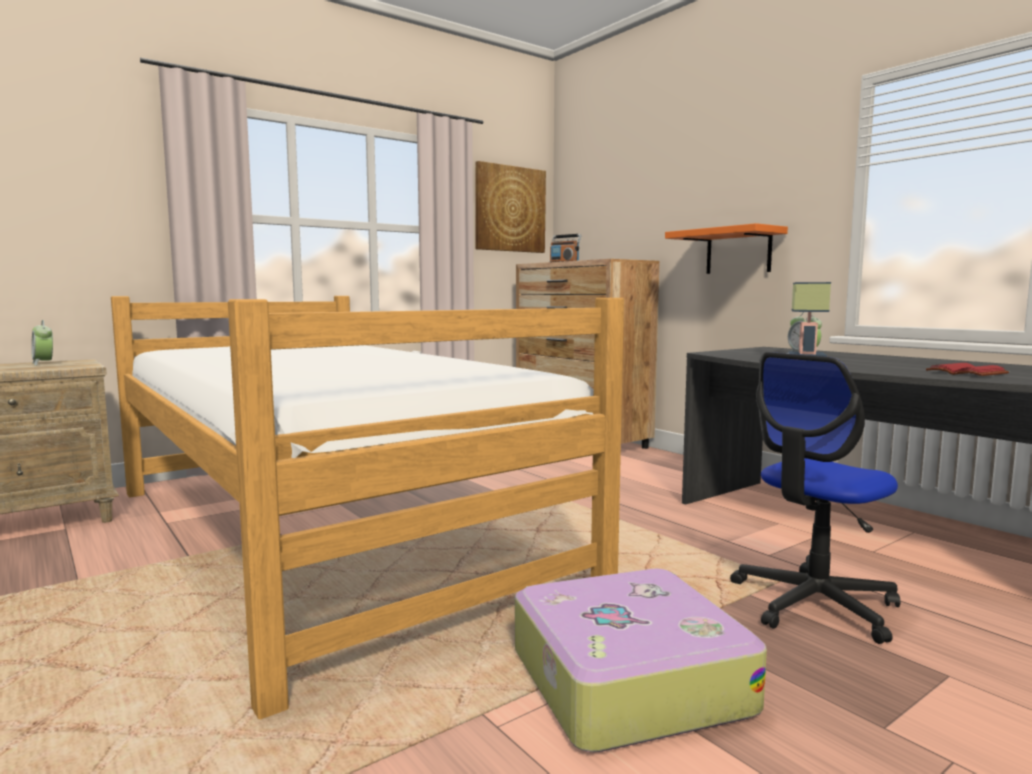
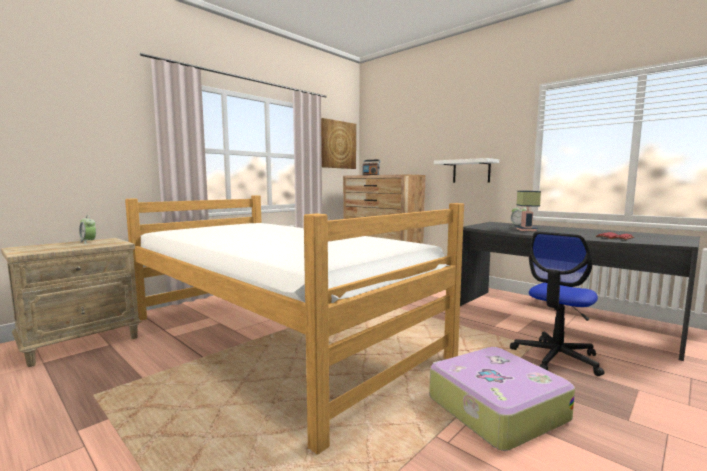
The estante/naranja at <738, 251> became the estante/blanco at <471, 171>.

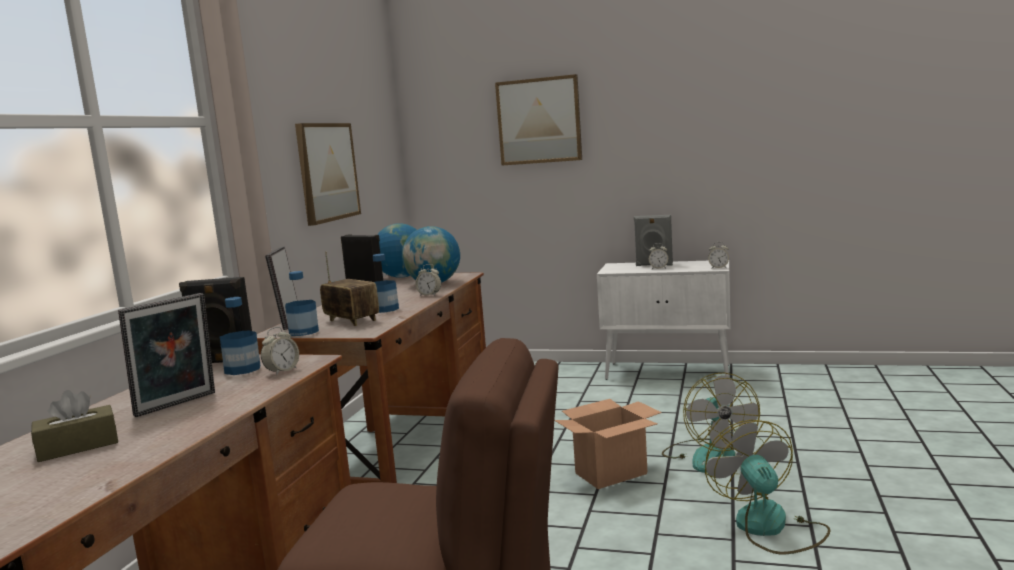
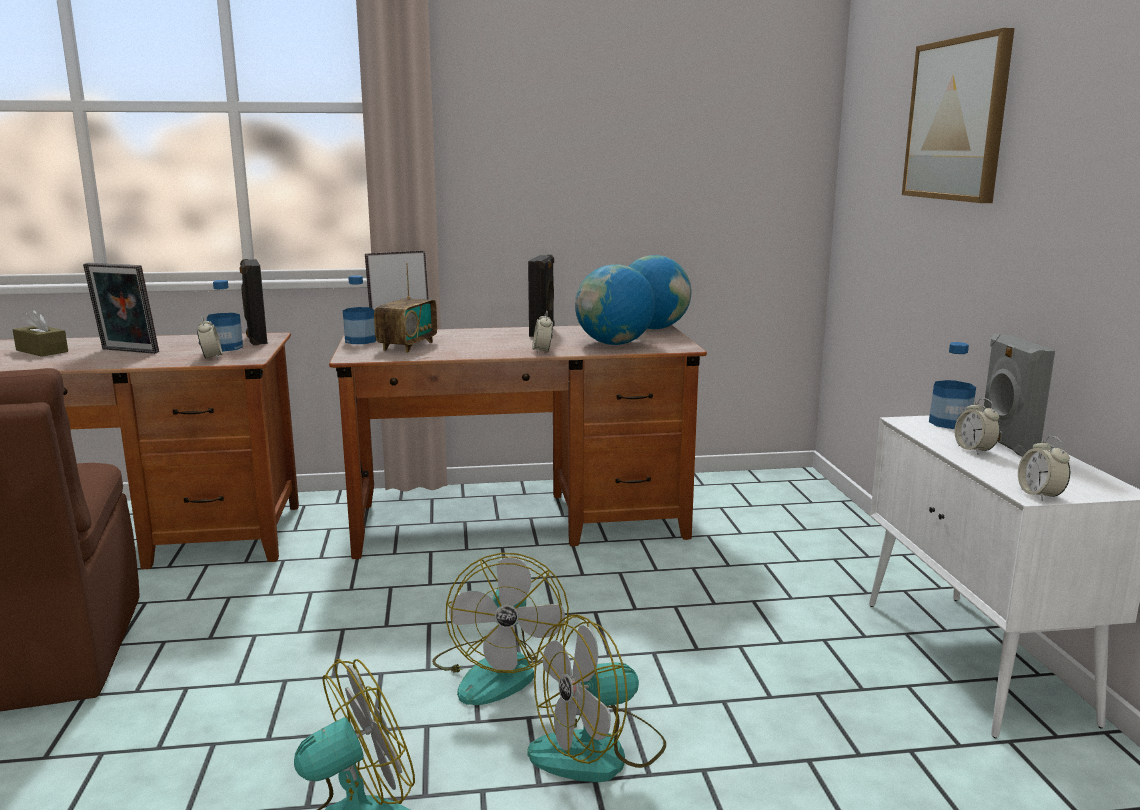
The despertador at <282, 371> turned 120 degrees counterclockwise. The caja de cartón at <611, 473> was replaced by the ventilador at <497, 671>. The botella moved from <385, 309> to <949, 423>. The cuadro at <327, 172> disappeared.

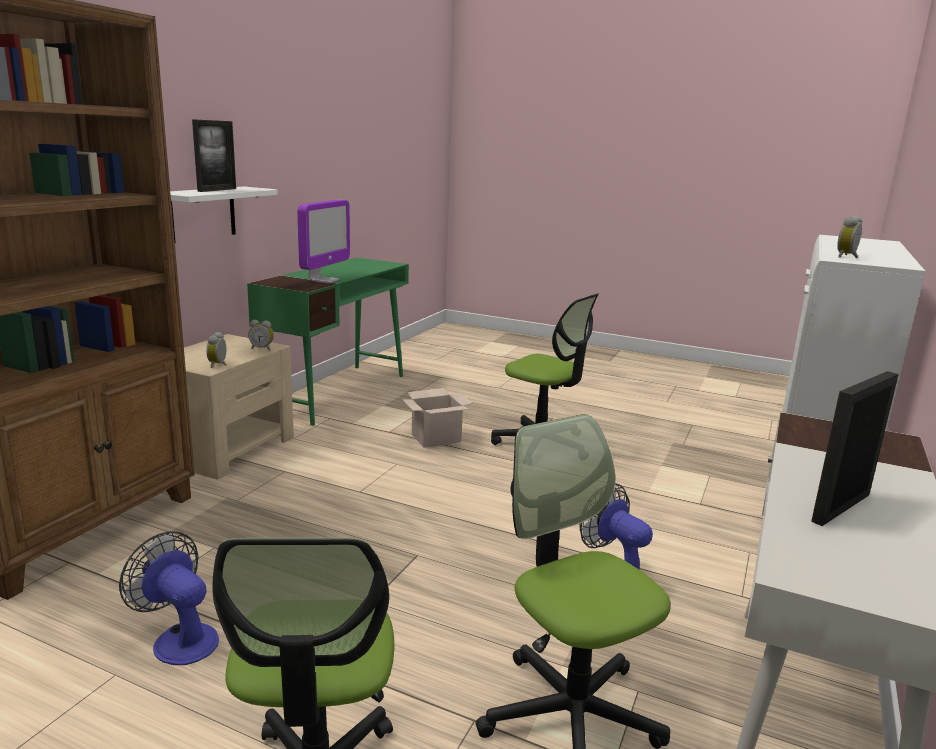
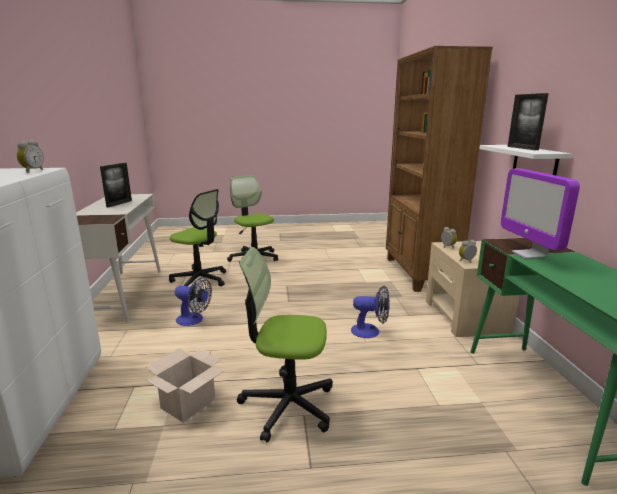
The caja de cartón moved from <437, 437> to <188, 405>. The ventilador moved from <179, 638> to <370, 331>.

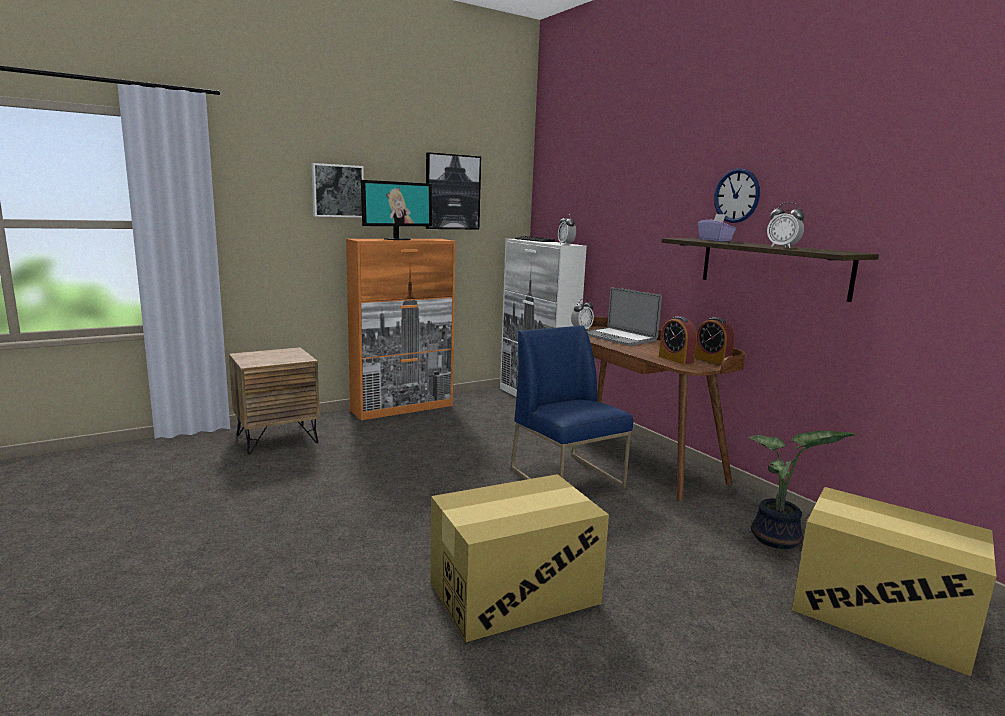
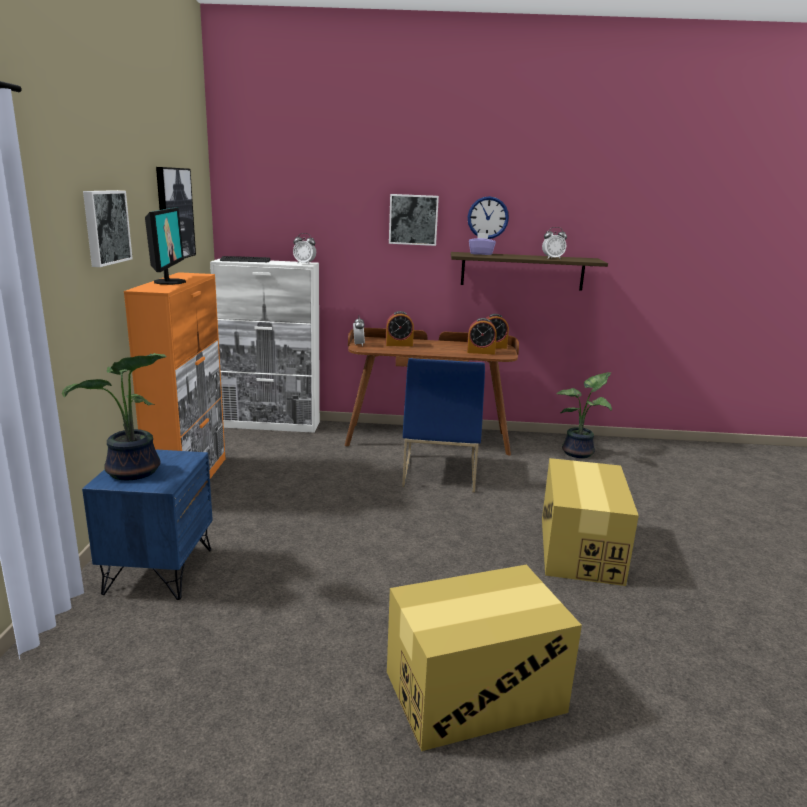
The planta en maceta at <133, 473> appeared. The mesita de noche/marrón at <277, 438> became the mesita de noche/azul at <158, 571>. The portátil at <618, 337> was replaced by the despertador at <399, 344>. The caja de cartón moved from <879, 614> to <473, 691>. The cuadro at <413, 219> appeared. The silla/azul at <568, 478> turned 90 degrees counterclockwise.

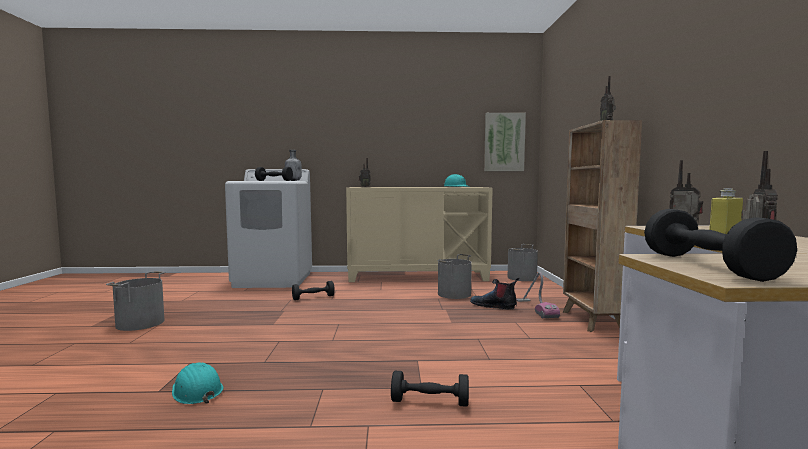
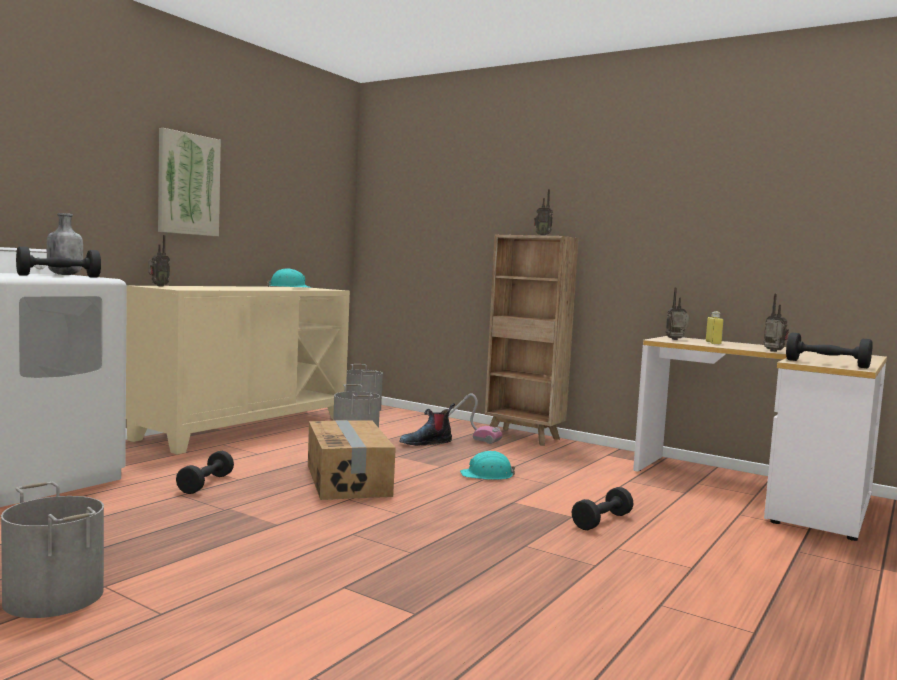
The cuadro moved from <504, 142> to <188, 184>. The caja de cartón at <348, 480> appeared. The casco/turquesa moved from <196, 391> to <487, 475>.

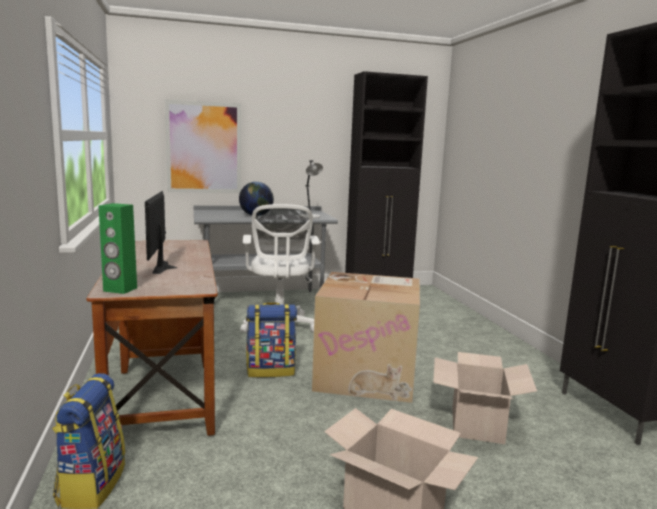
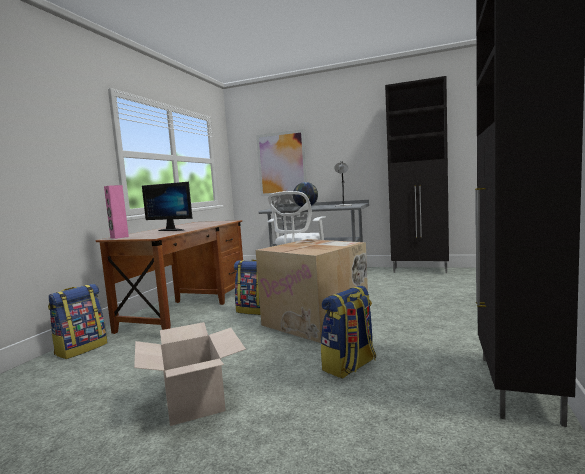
The altavoz/verde at <120, 289> became the altavoz/rosa at <119, 237>. The monitor at <166, 267> turned 90 degrees counterclockwise. The caja de cartón at <477, 424> was replaced by the mochila at <350, 366>.

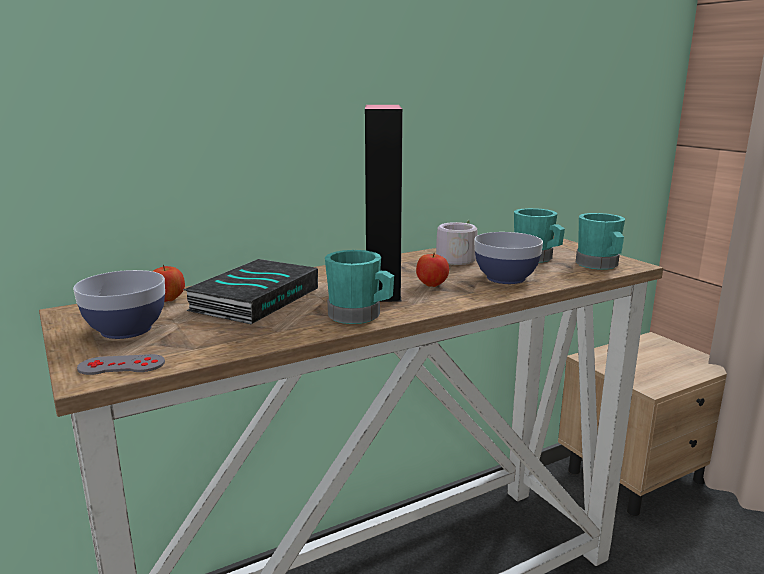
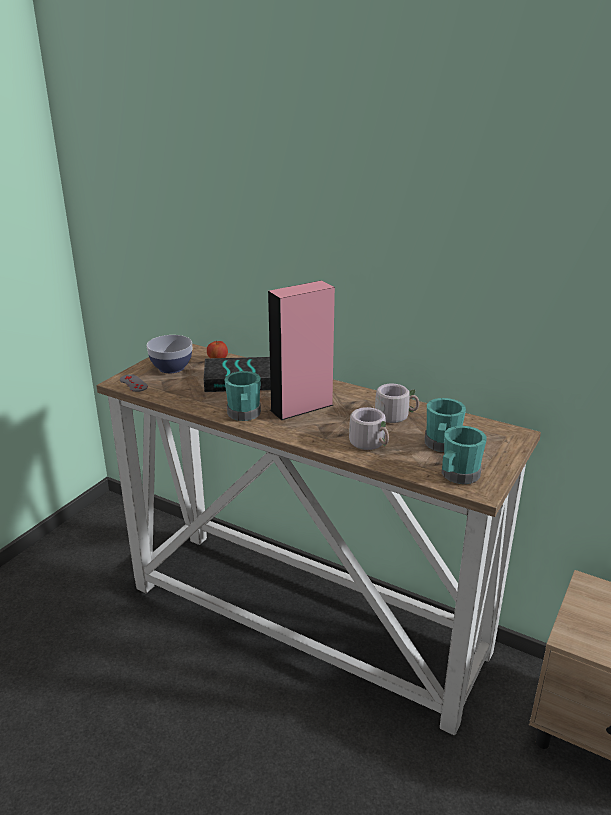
The cuenco at <506, 278> was replaced by the taza grande/gris at <371, 443>. The manzana at <432, 285> disappeared.

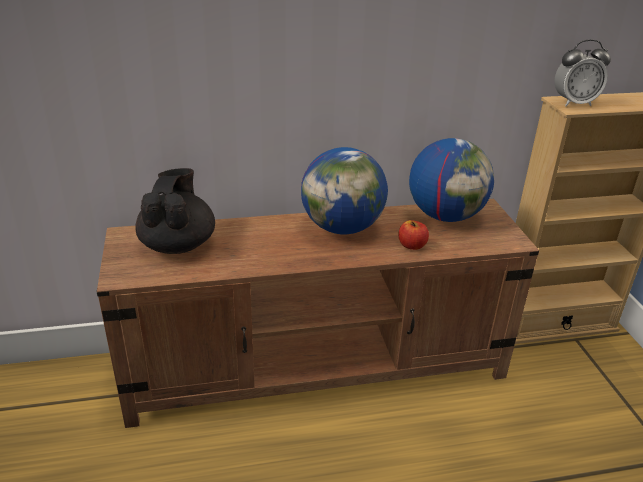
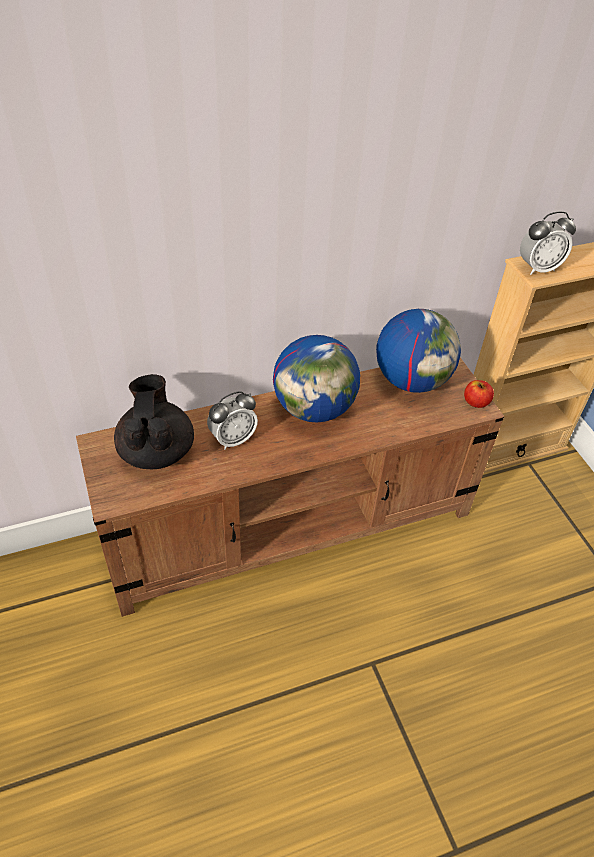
The despertador at <233, 439> appeared. The manzana moved from <412, 245> to <476, 402>.

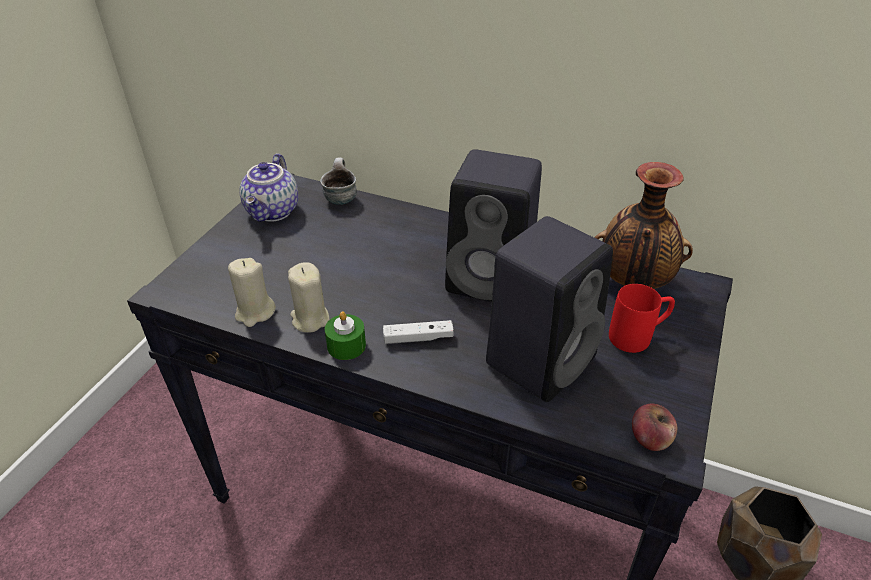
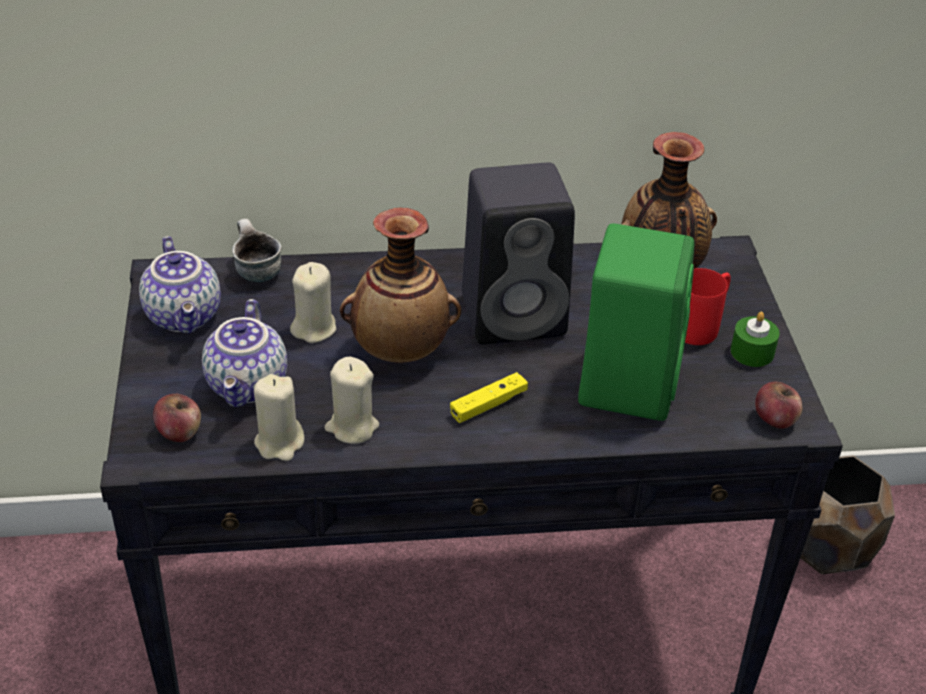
The manzana at <179, 432> appeared. The tetera at <249, 386> appeared. The vela/beis at <314, 328> appeared. The florero at <400, 350> appeared. The mando de consola/blanco at <418, 338> became the mando de consola/amarillo at <488, 405>. The altavoz/negro at <541, 358> became the altavoz/verde at <627, 381>. The vela/verde moved from <346, 345> to <752, 352>.

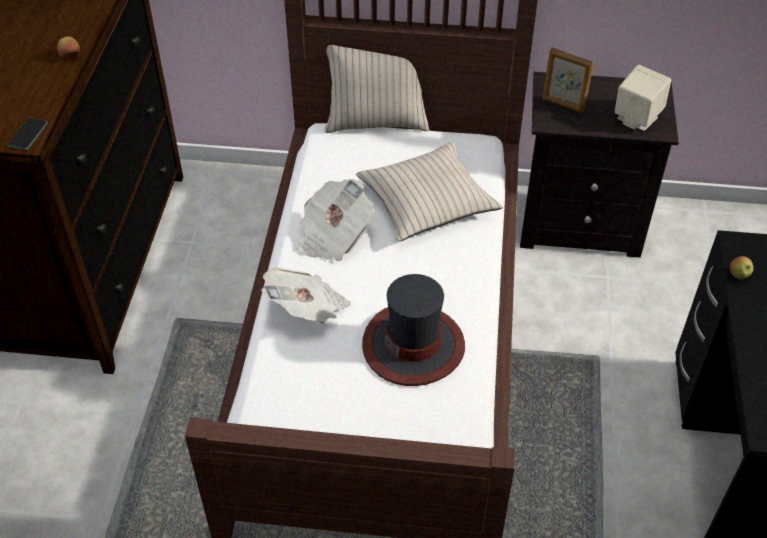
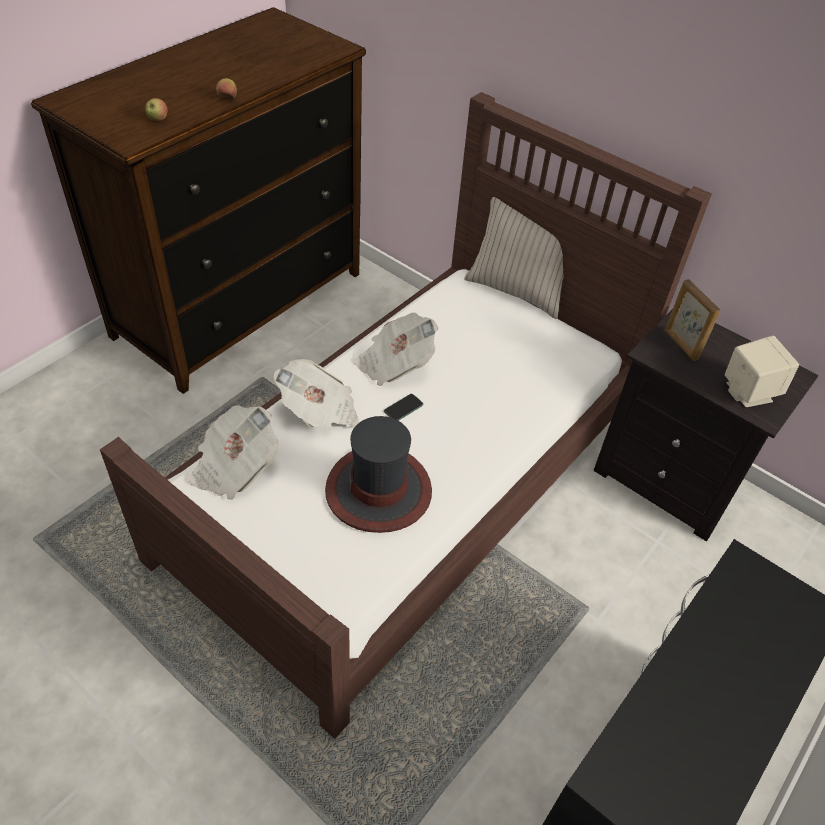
The manzana moved from <738, 275> to <158, 119>. The periódico at <234, 467> appeared. The móvil moved from <28, 134> to <403, 408>. The cojín/beis at <426, 202> disappeared.

